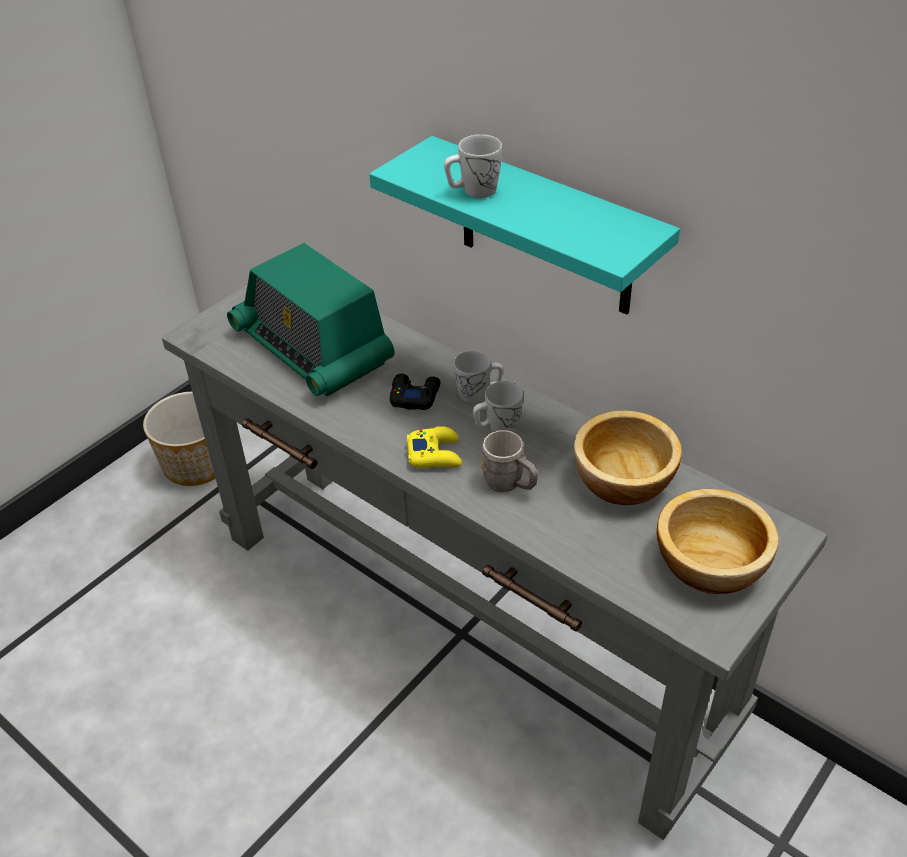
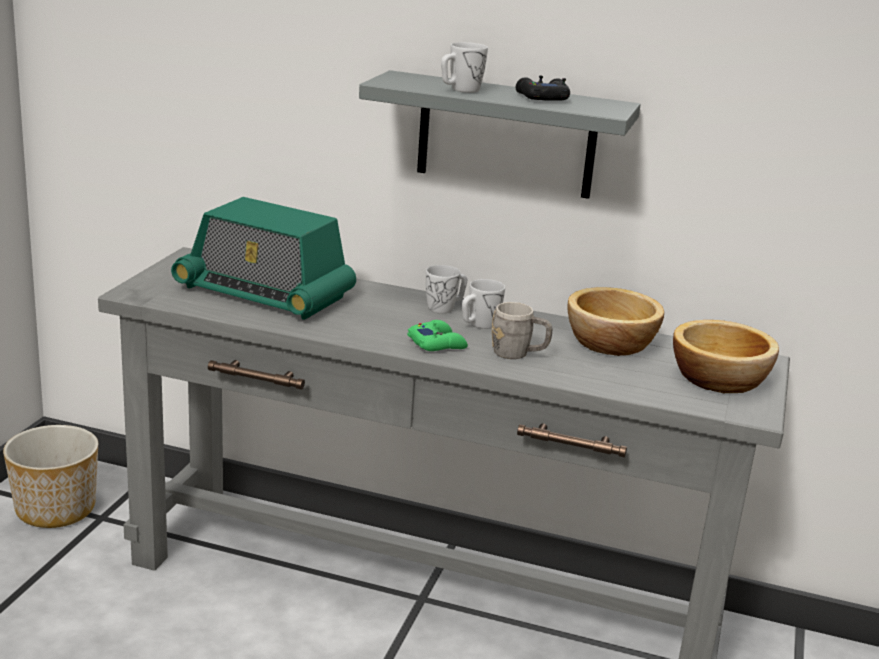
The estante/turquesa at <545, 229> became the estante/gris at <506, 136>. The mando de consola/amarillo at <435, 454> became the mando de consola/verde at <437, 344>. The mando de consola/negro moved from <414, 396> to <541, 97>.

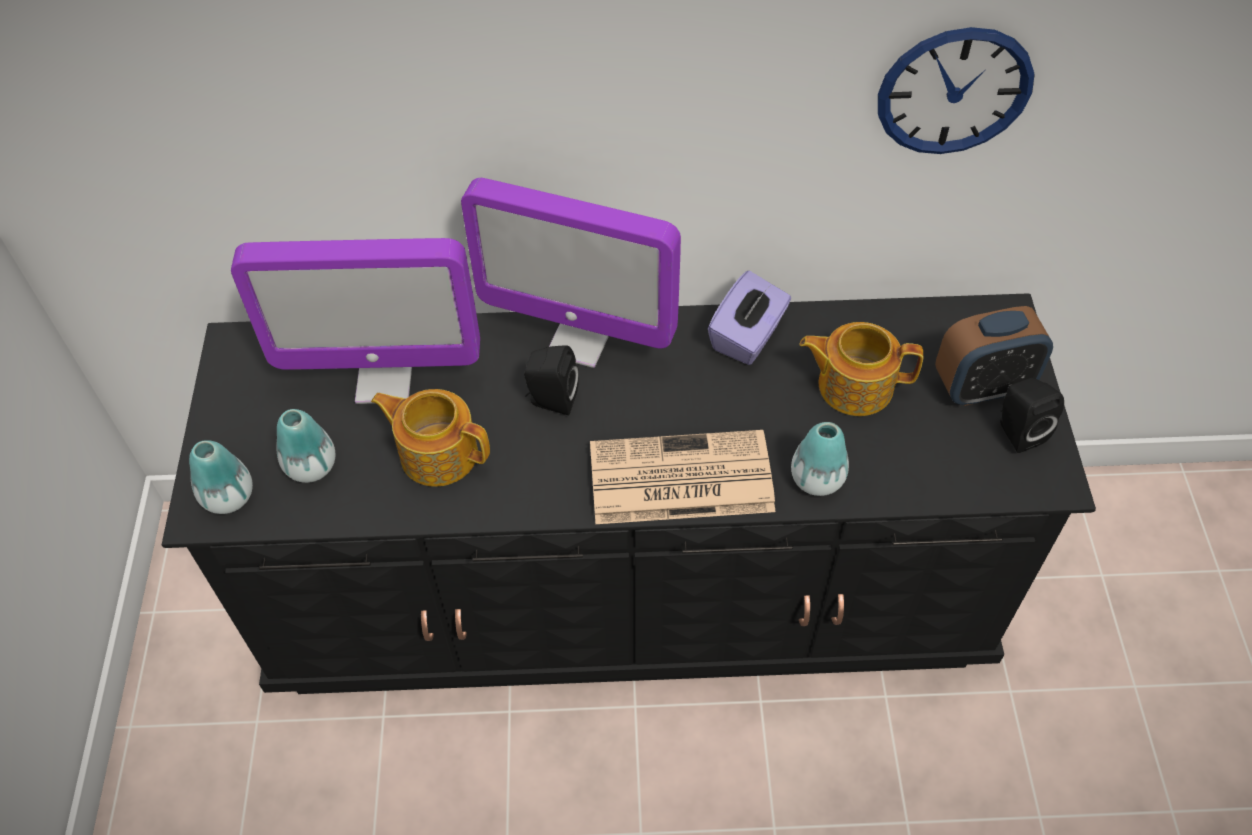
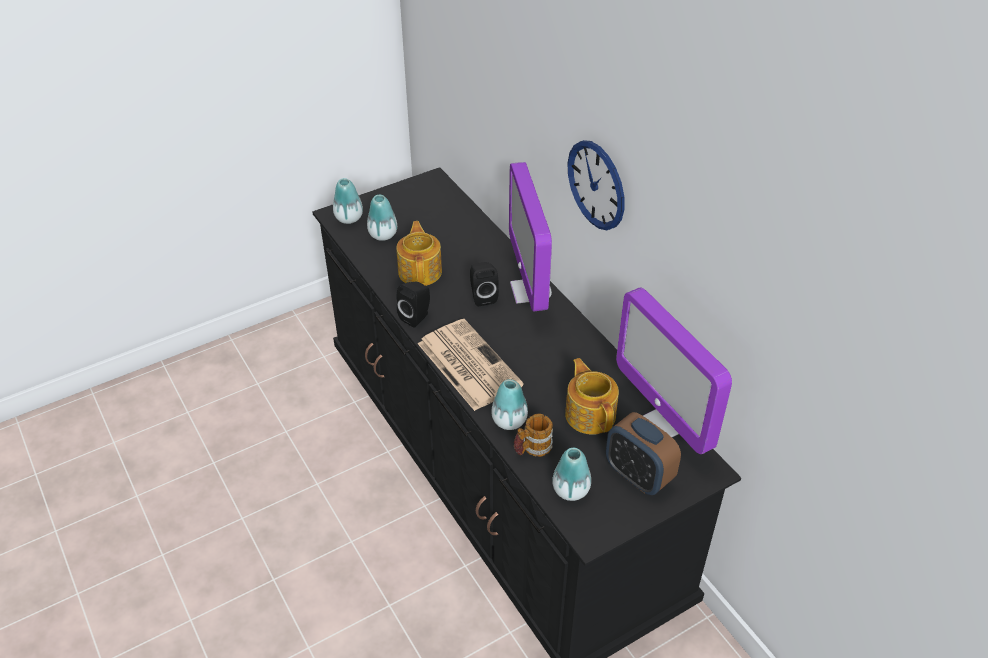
The altavoz/negro moved from <1017, 431> to <416, 316>. The taza grande at <532, 448> appeared. The florero at <570, 490> appeared. The reloj de pared moved from <954, 91> to <596, 185>. The monitor moved from <384, 380> to <663, 424>. The caja de pañuelos/morado at <748, 336> disappeared.

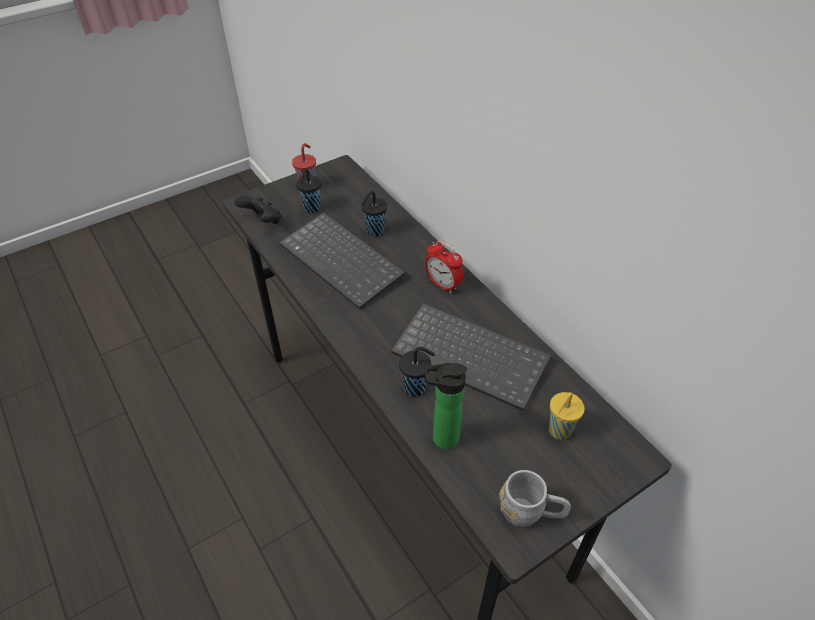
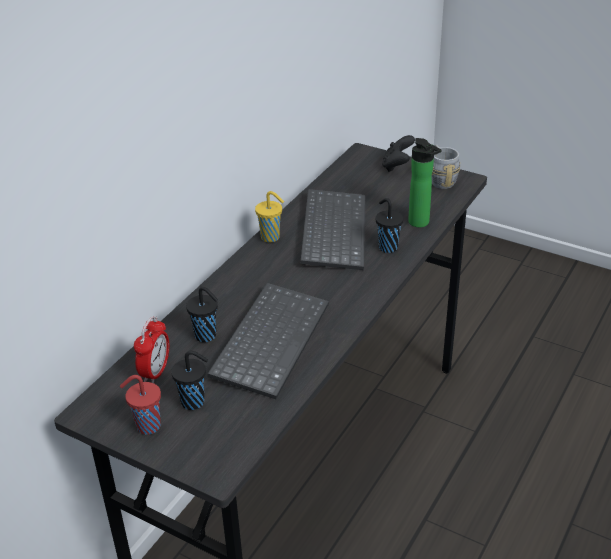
The despertador moved from <443, 285> to <155, 372>. The taza/amarillo moved from <558, 431> to <271, 237>. The mando de consola/negro moved from <263, 221> to <397, 166>.

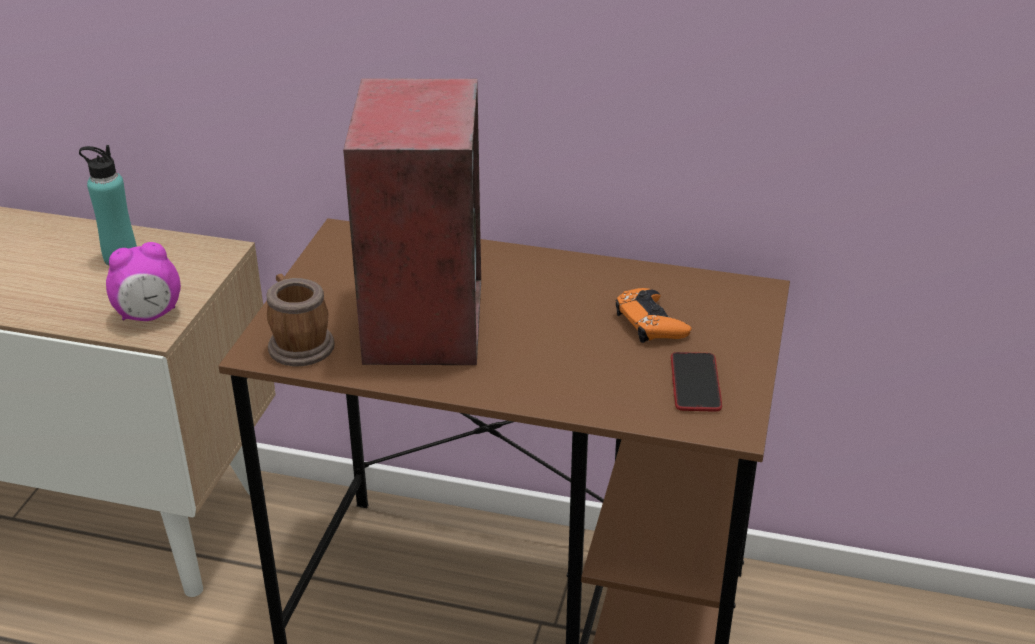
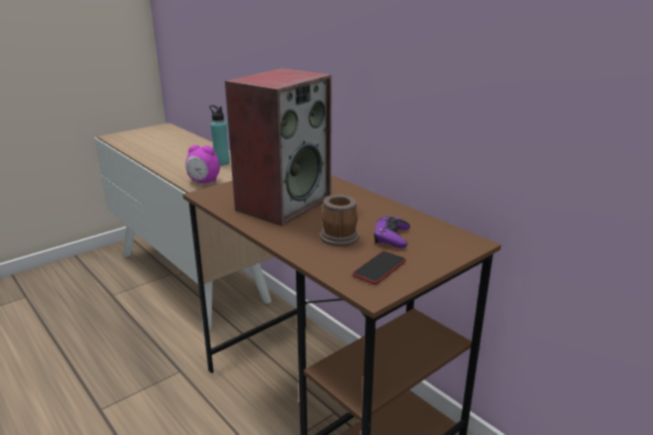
The taza grande moved from <298, 343> to <339, 235>. The mando de consola/naranja at <650, 323> became the mando de consola/morado at <391, 237>.

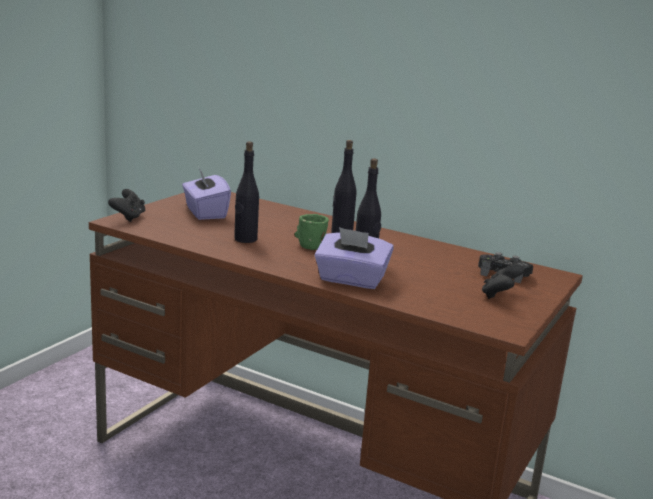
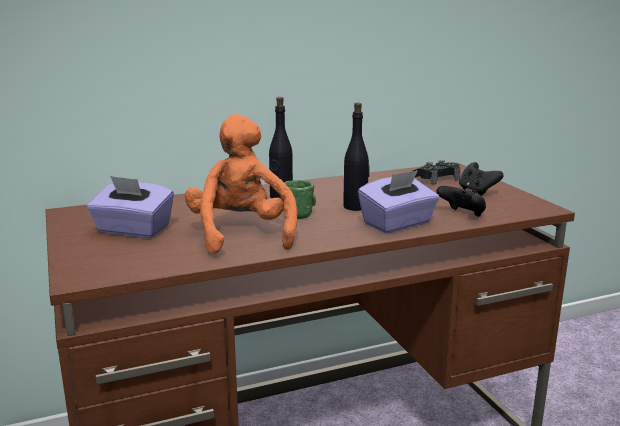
The botella/negro at <245, 239> was replaced by the peluche/naranja at <241, 234>. The mando de consola/negro moved from <128, 217> to <462, 215>.

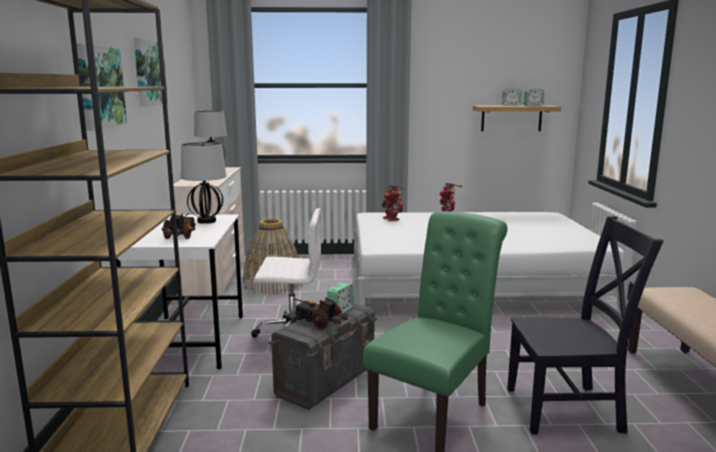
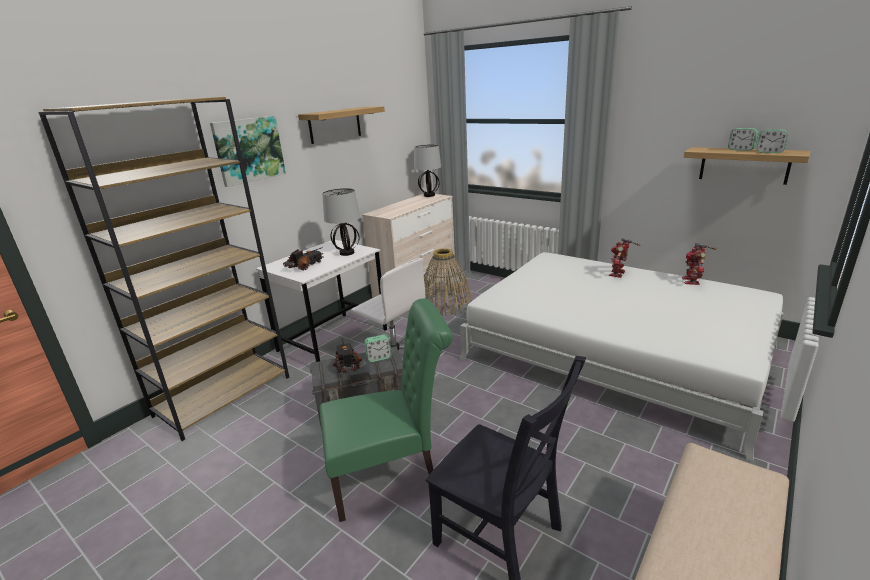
The cuadro at <148, 73> was replaced by the estante at <335, 125>. The robot de juguete moved from <392, 219> to <692, 281>.

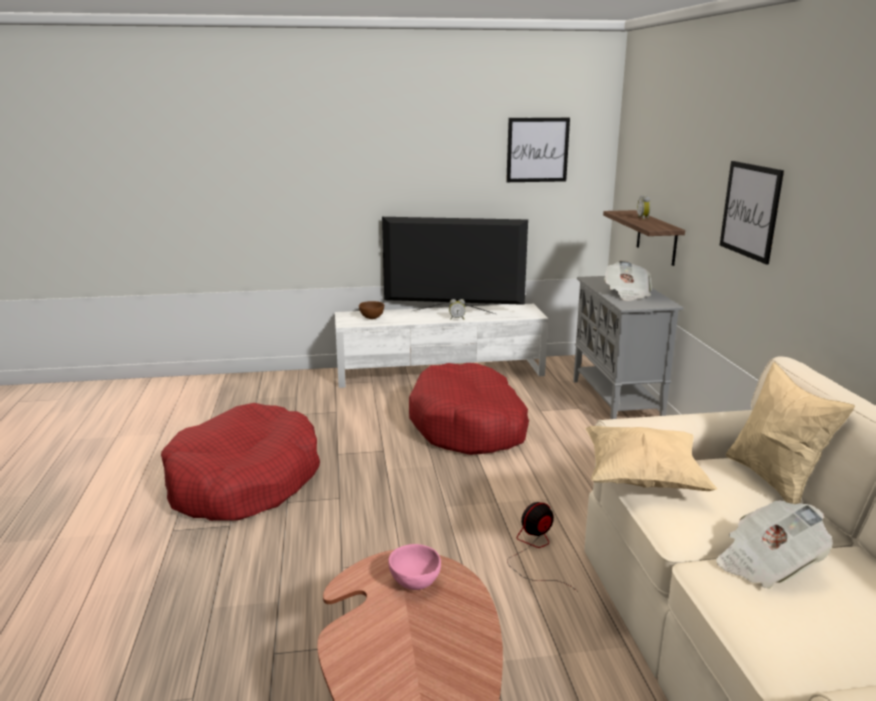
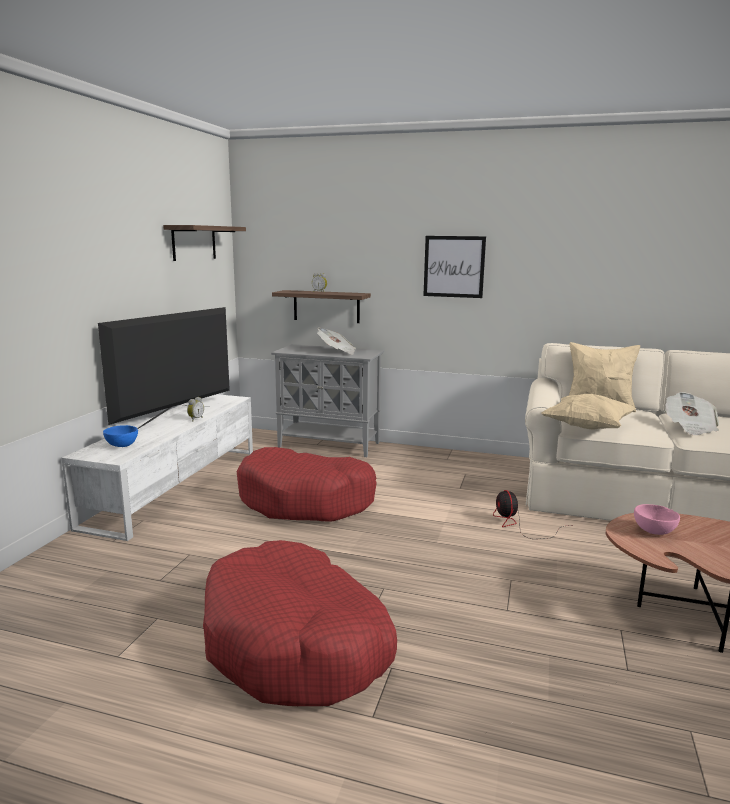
The cuenco/marrón at <371, 318> became the cuenco/azul at <122, 446>. The cuadro at <537, 150> was replaced by the estante at <194, 242>.

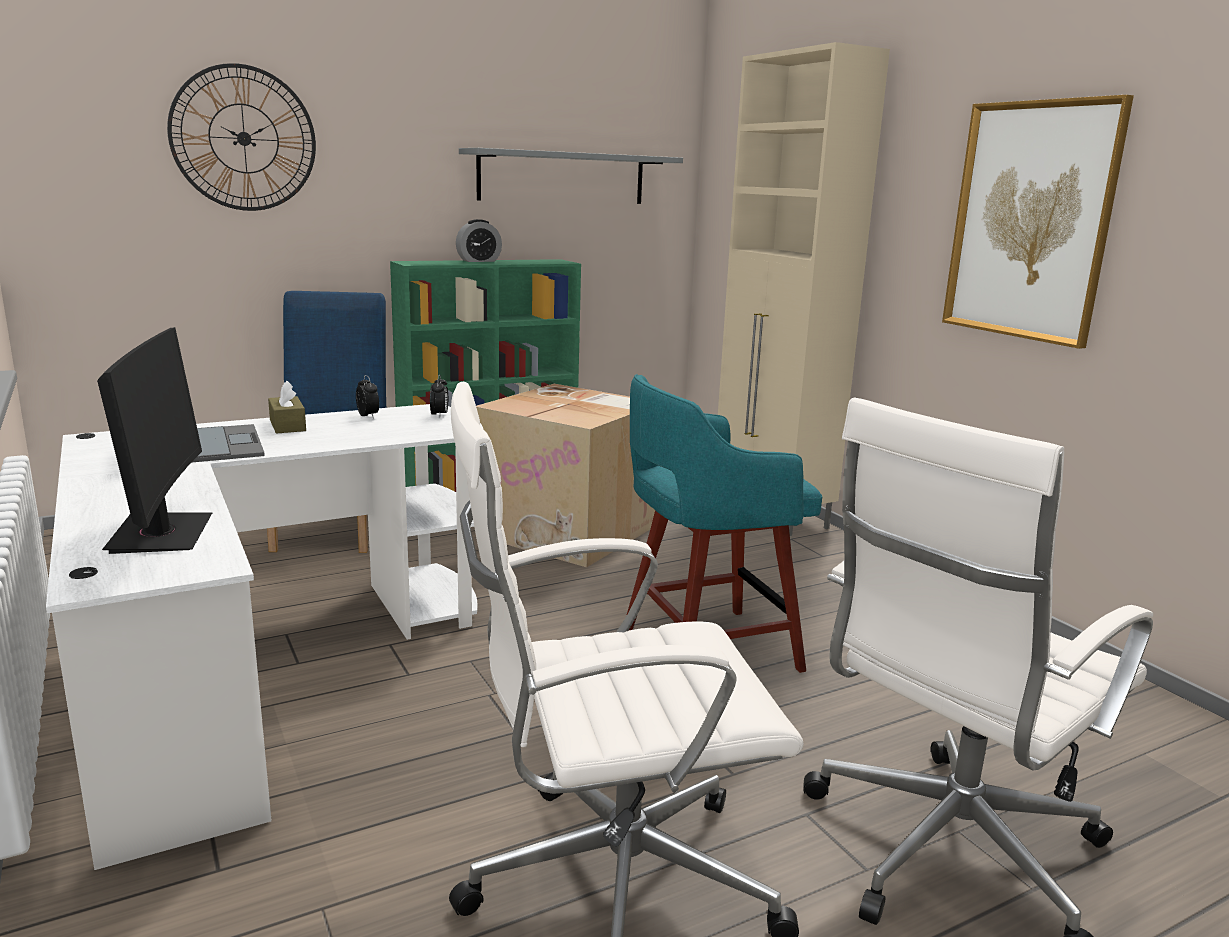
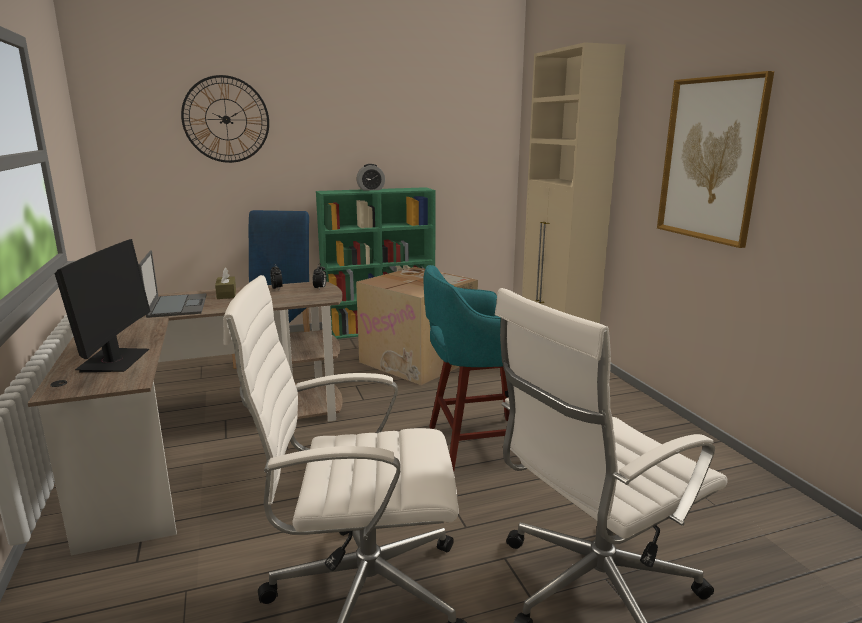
The escritorio/blanco at <262, 667> became the escritorio/marrón at <204, 440>. The estante/gris at <562, 177> disappeared.

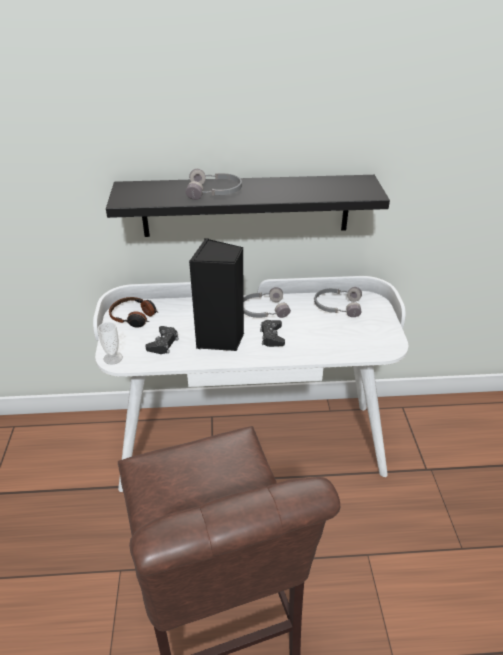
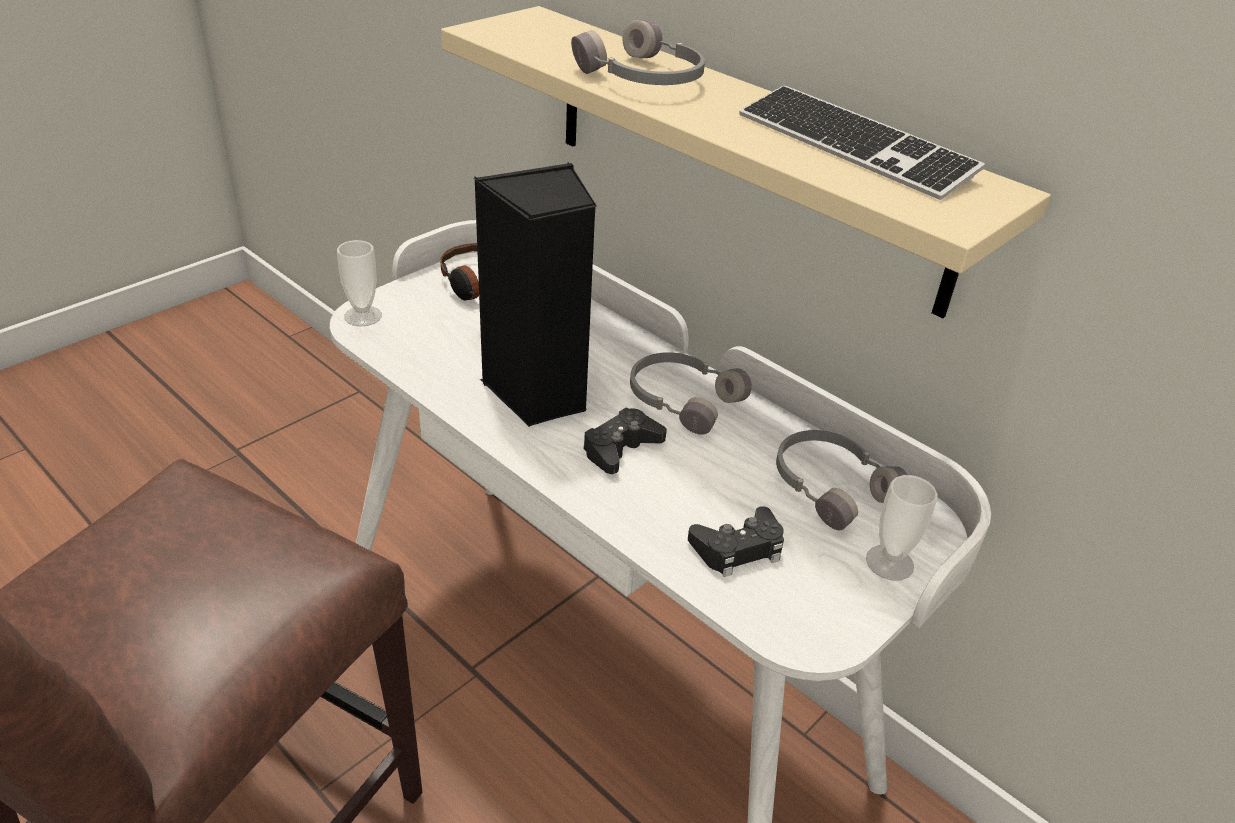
The estante/negro at <246, 206> became the estante/beis at <742, 154>. The mando de consola/negro moved from <163, 343> to <738, 548>. The teclado at <853, 146> appeared. The taza at <889, 563> appeared.

